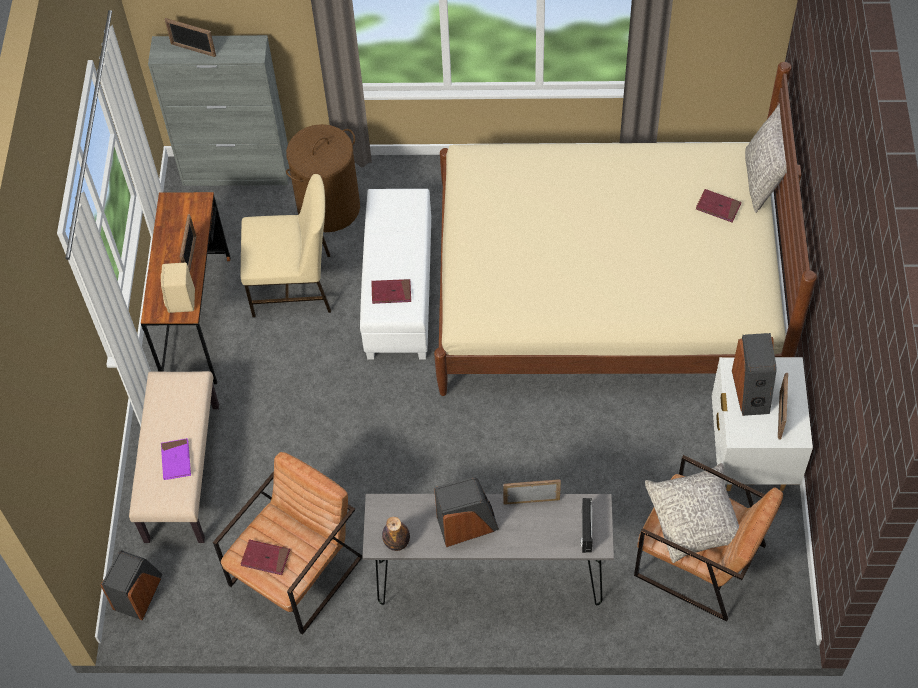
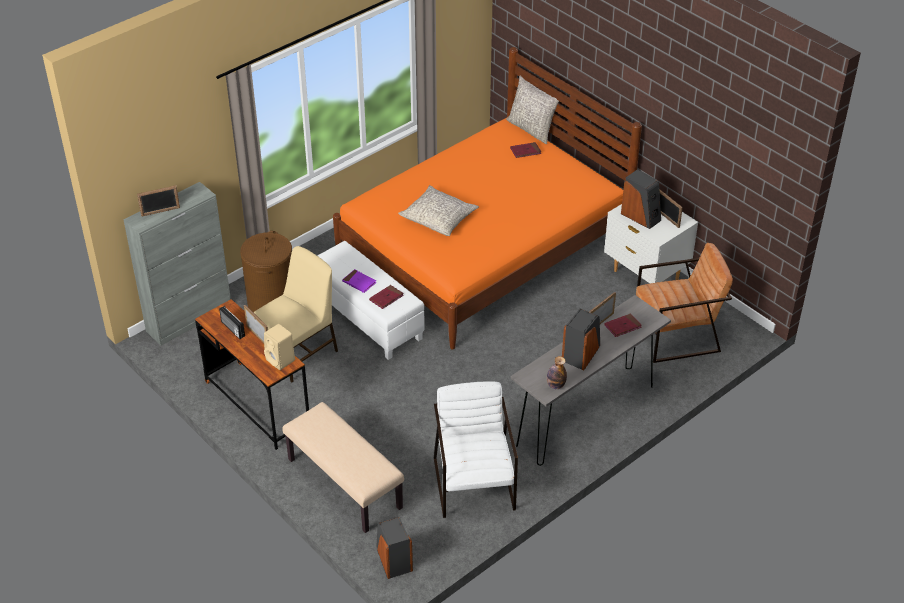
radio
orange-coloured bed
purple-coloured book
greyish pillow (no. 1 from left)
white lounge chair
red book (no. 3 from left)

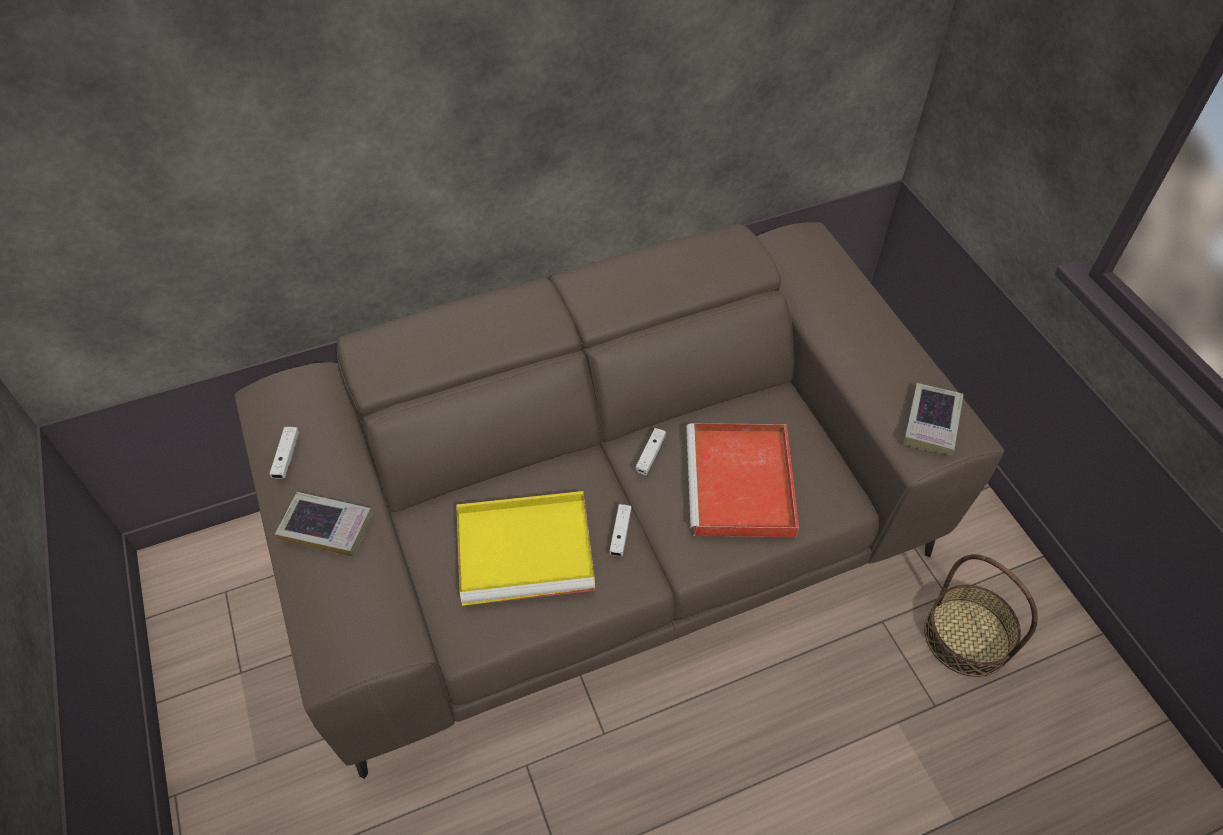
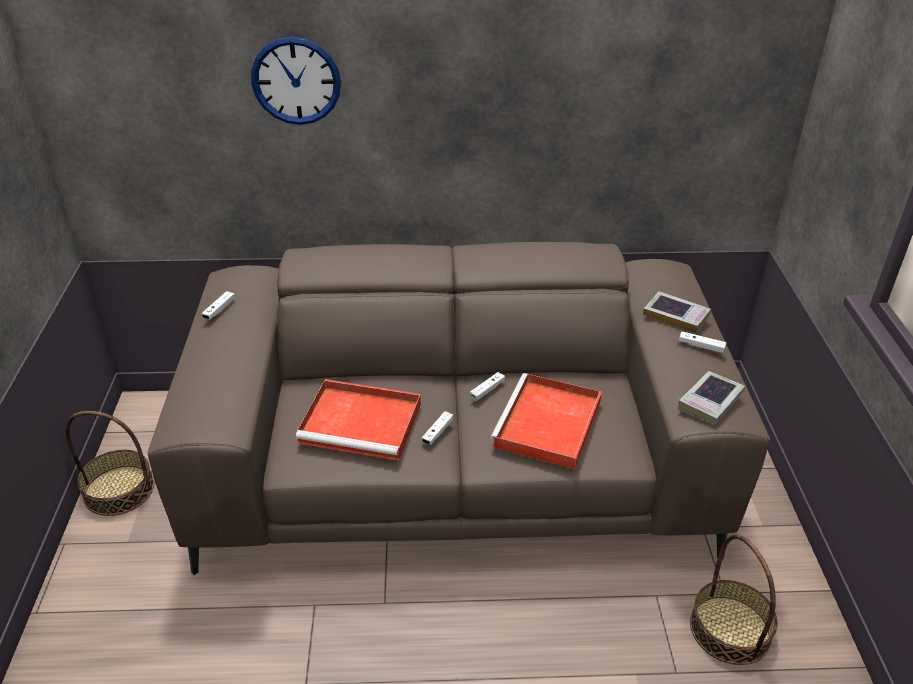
basket (no. 1 from left)
wall clock
red carrying tray (no. 1 from left)
book (no. 1 from left)
white game controller (no. 4 from left)

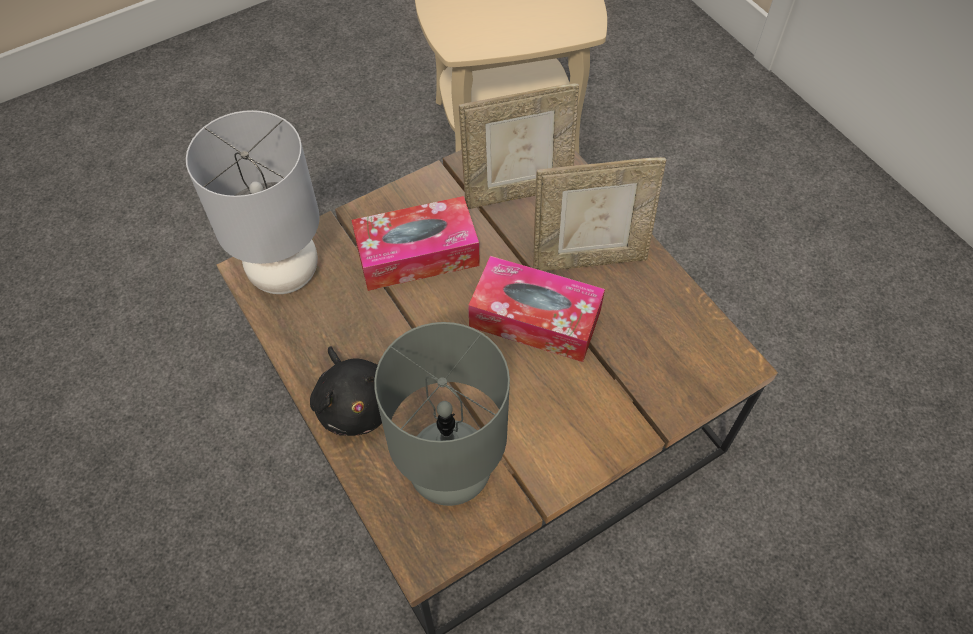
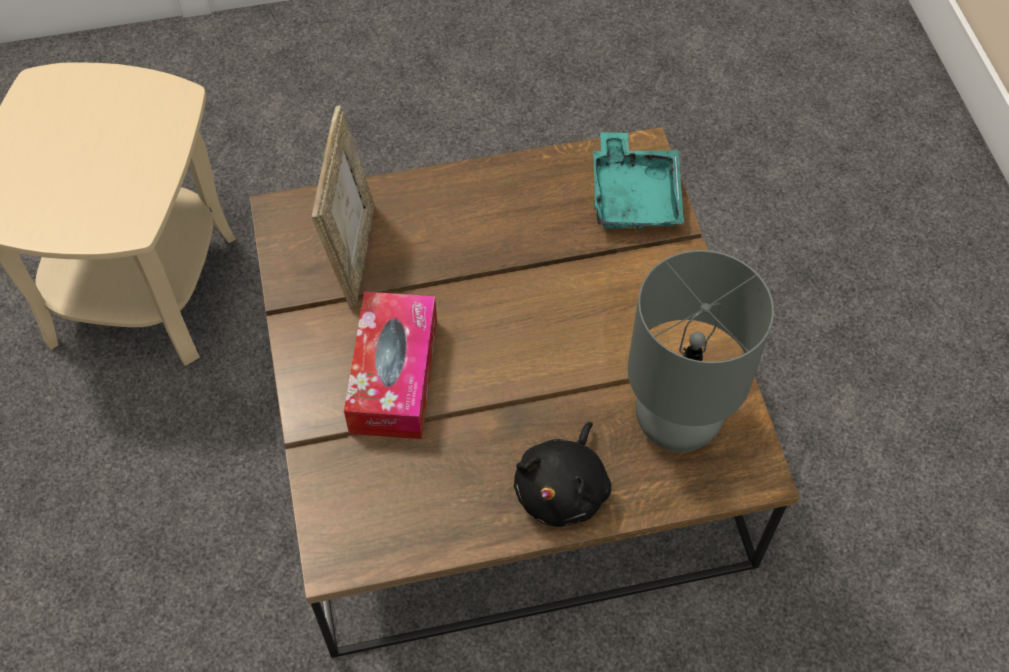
blackish plush toy
turquoise-coloured carrying tray
greyish lamp for a table (no. 1 from left in the first image)
tissue holder (no. 2 from left in the first image)
picture frame (no. 2 from left in the first image)

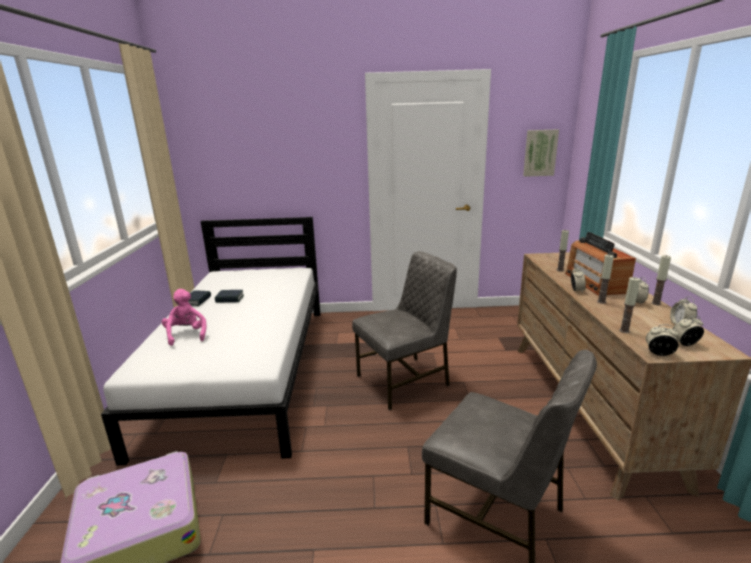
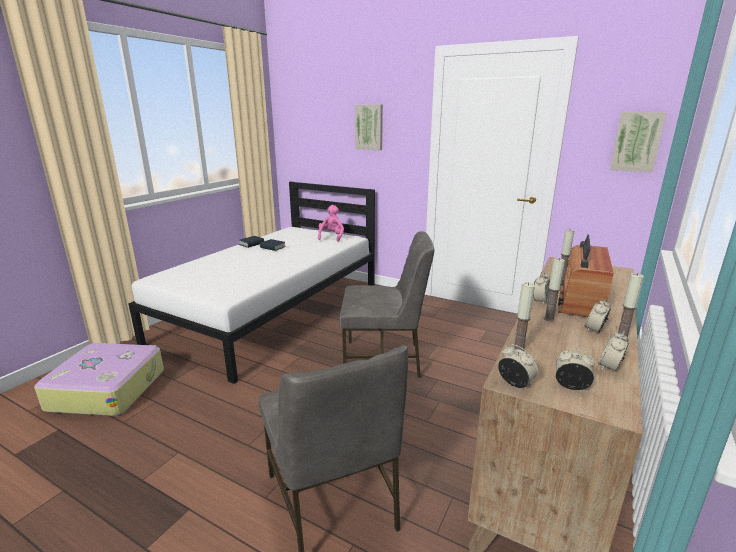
pink-coloured plush toy
picture (no. 1 from left)

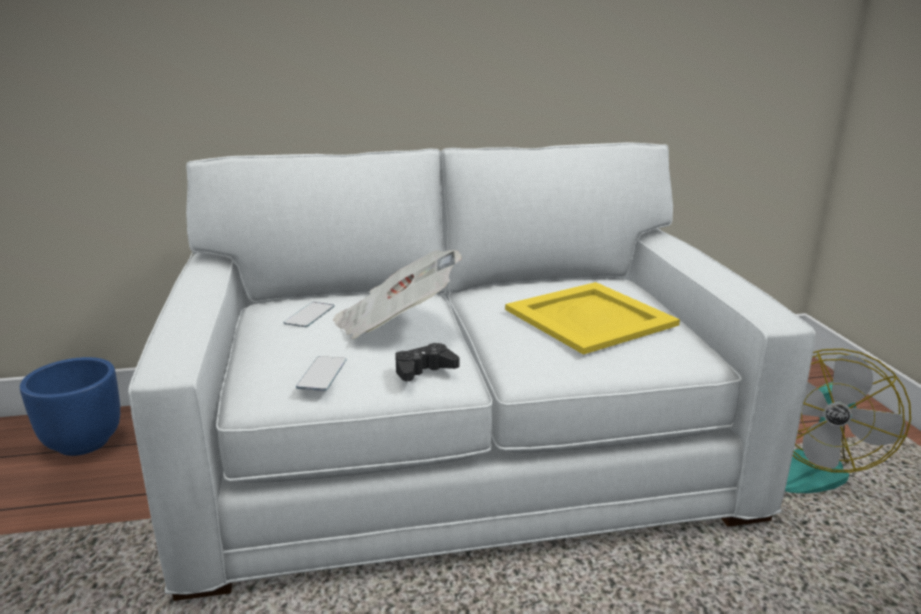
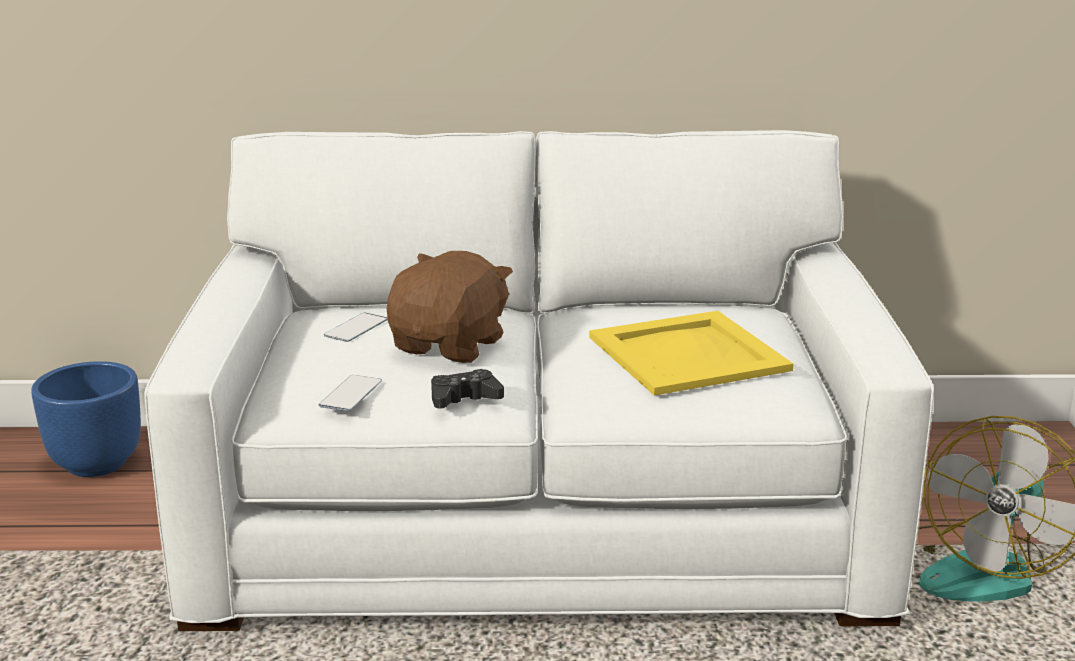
brown-coloured plush toy

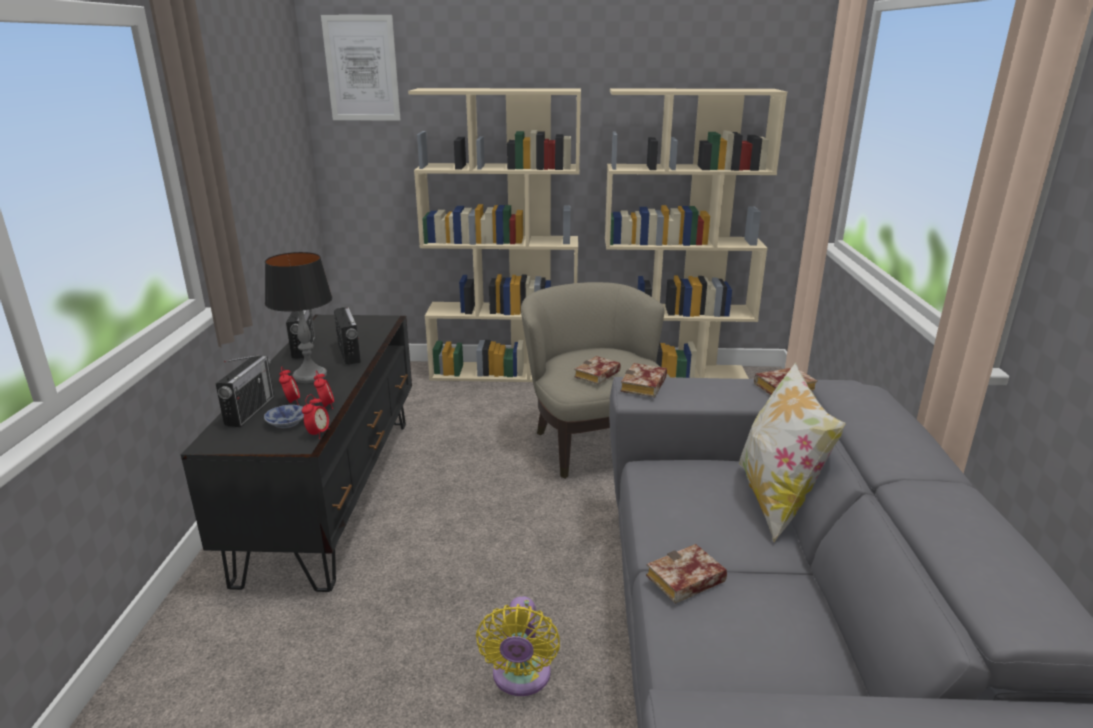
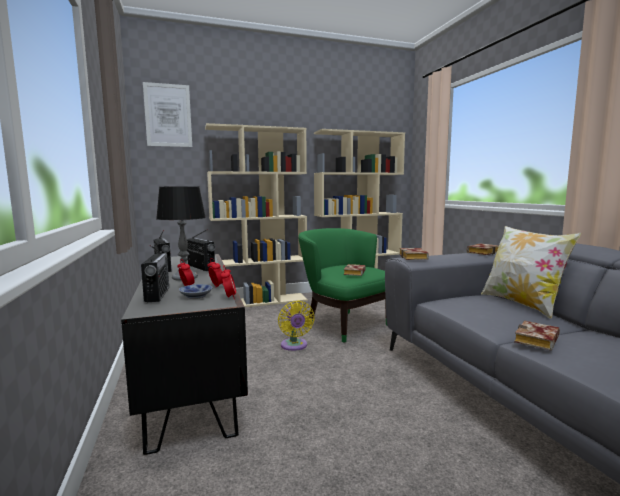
yellow electric fan
greenish lounge chair

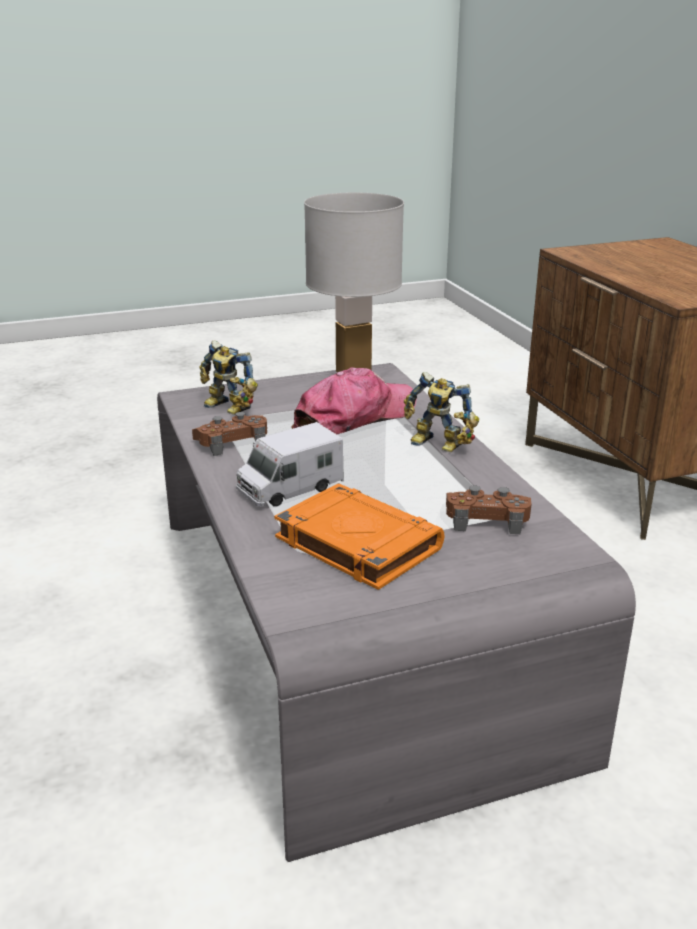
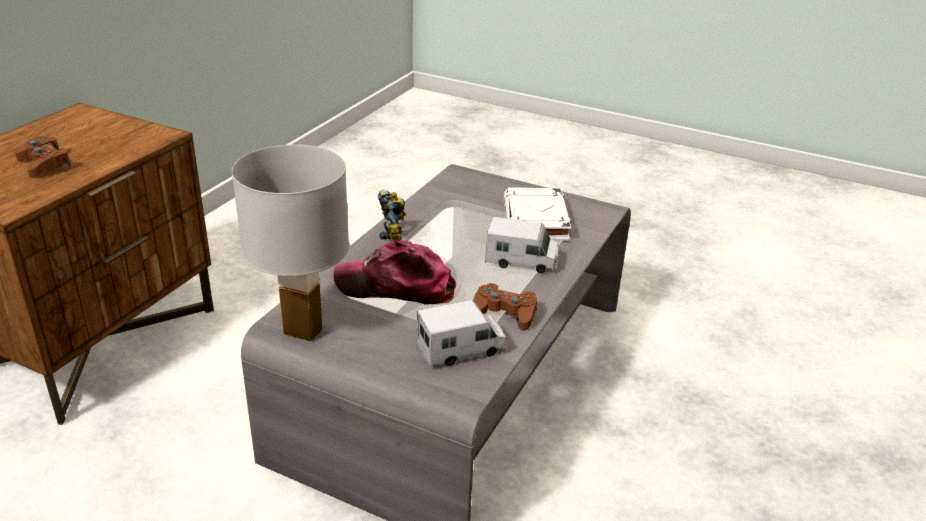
brown-coloured game controller (no. 1 from left)
toy truck (no. 1 from left)
white book

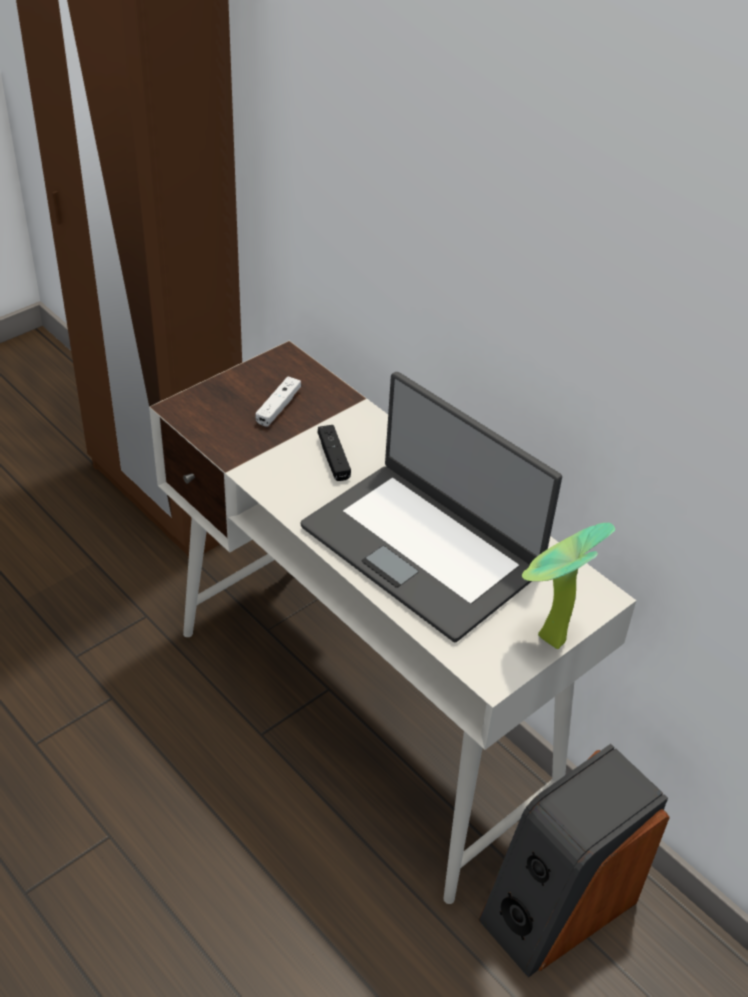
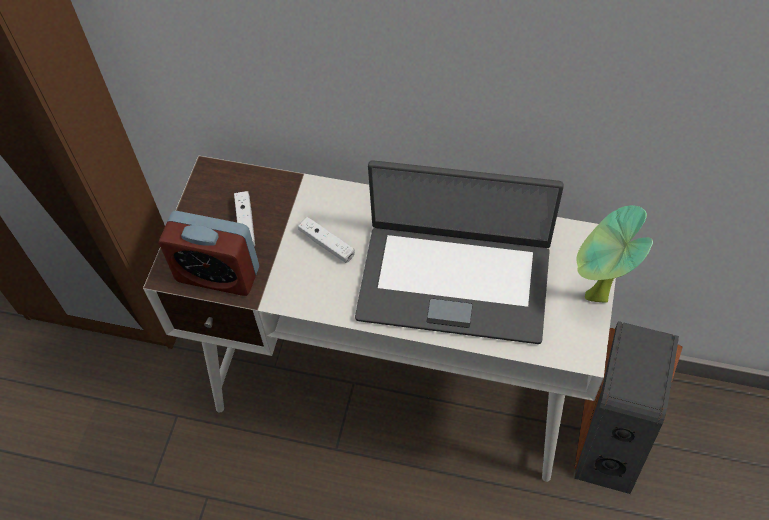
table clock
white game controller (no. 2 from left)

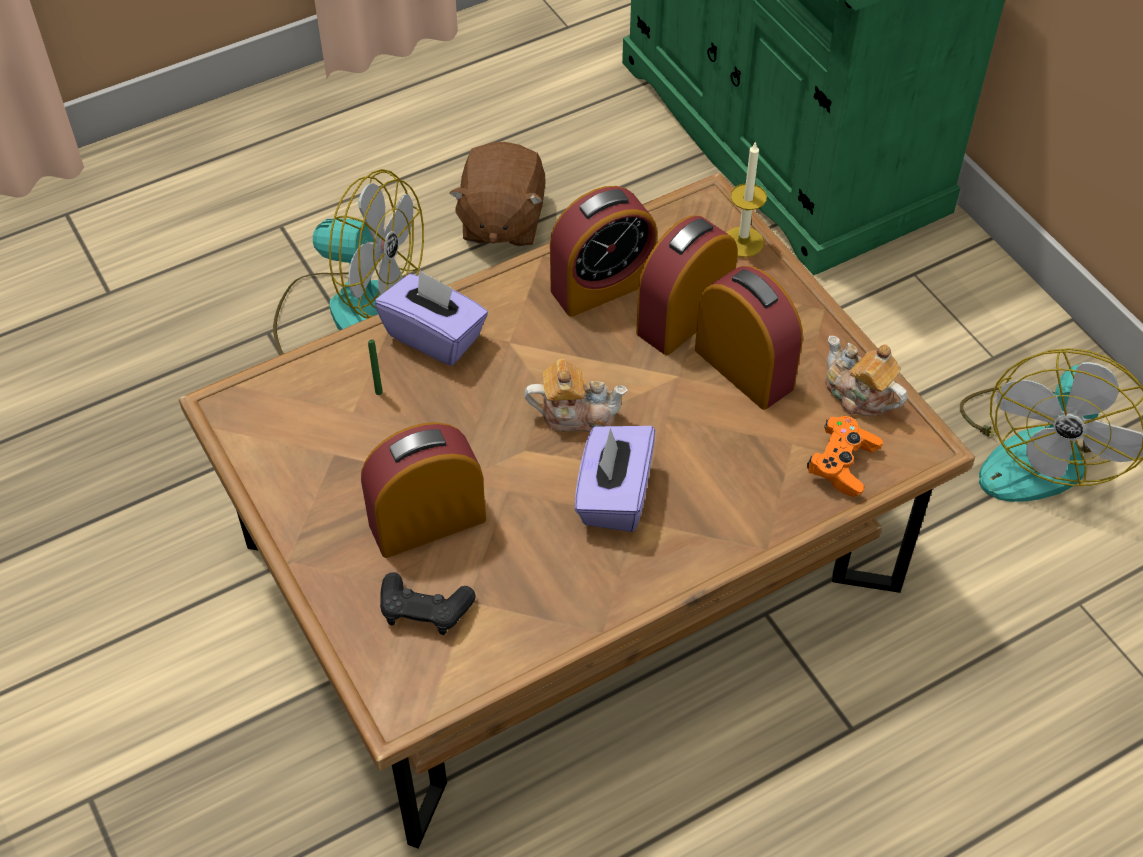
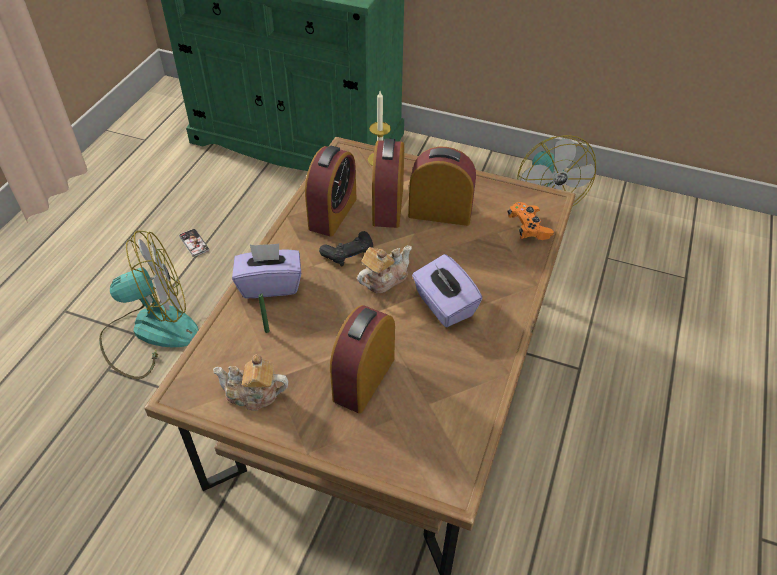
telephone
pot for tea (no. 1 from left)
blackish game controller

